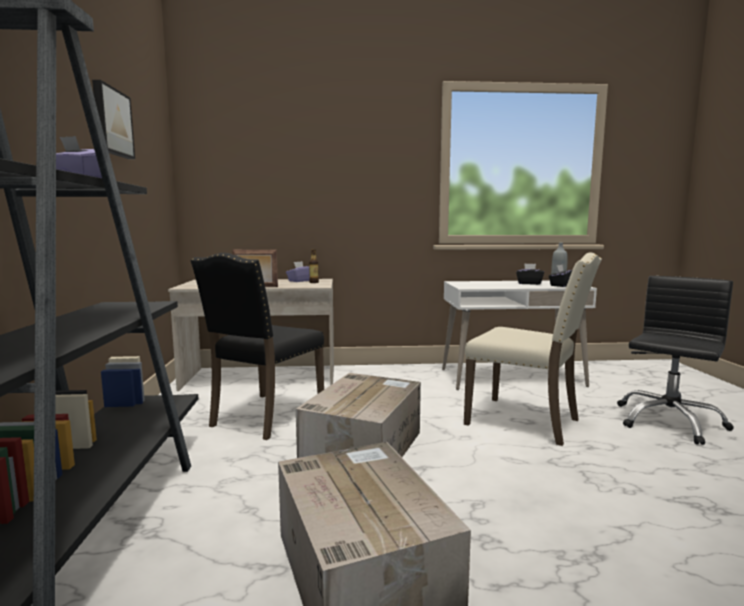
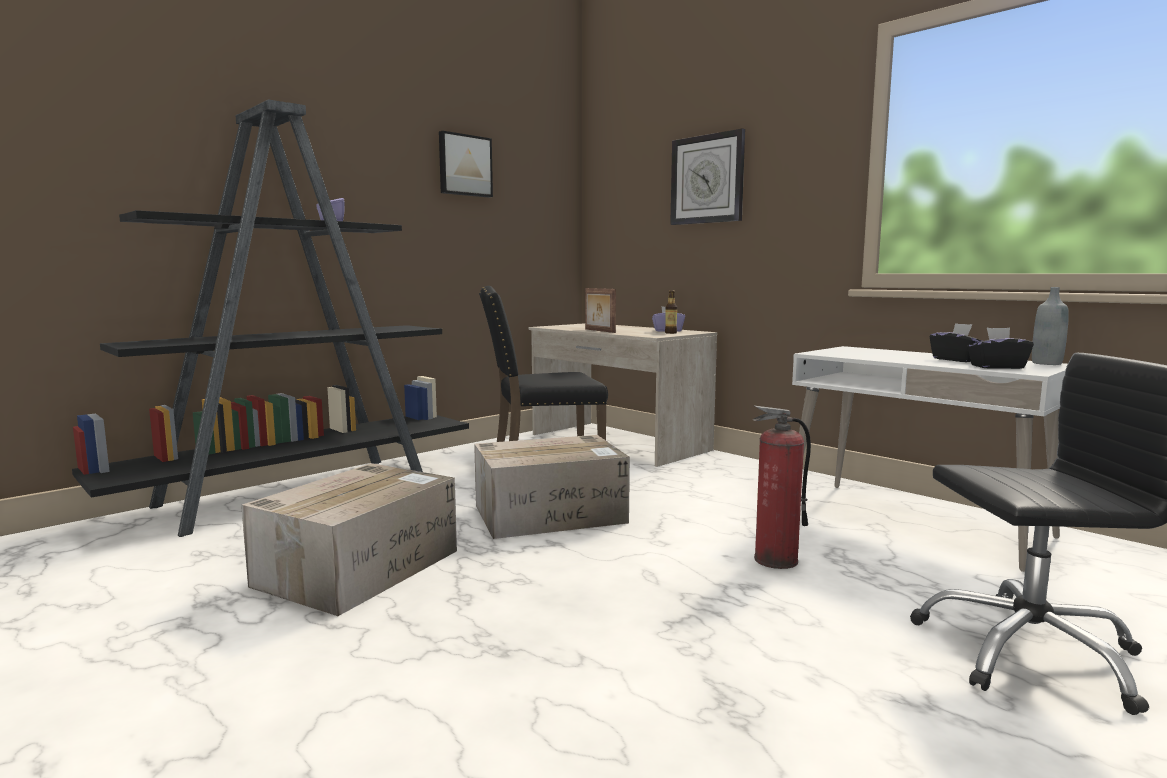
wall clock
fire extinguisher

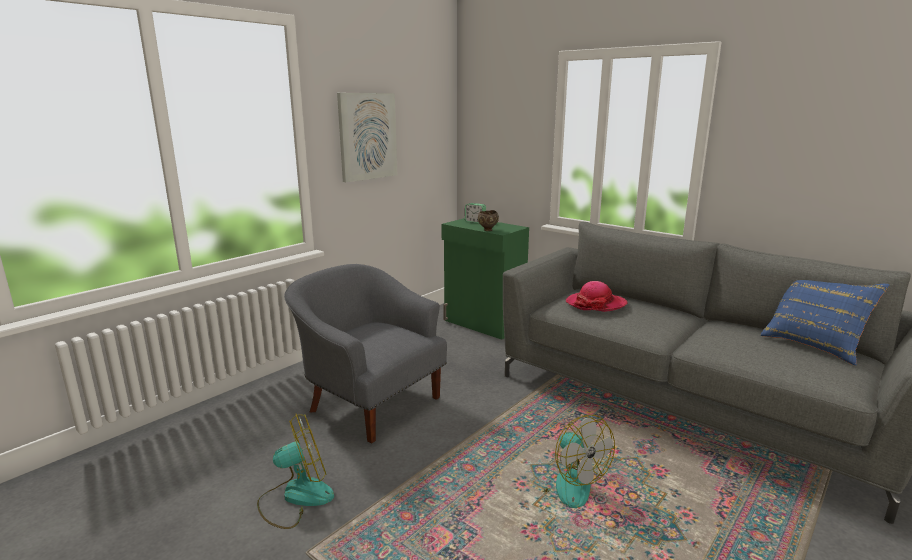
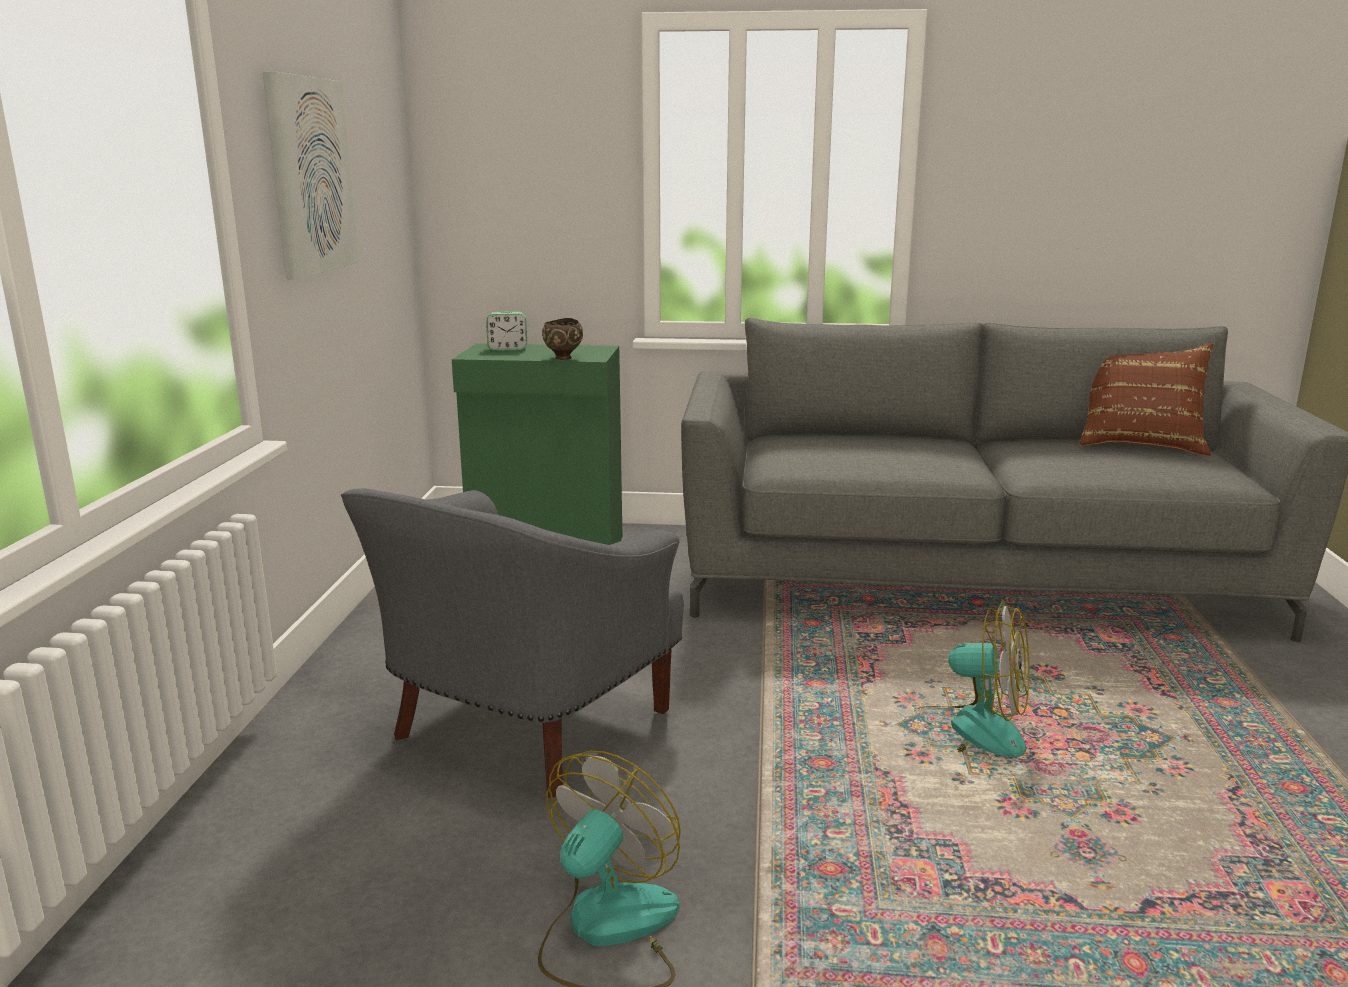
greyish lounge chair
brown-coloured pillow
clothing hat

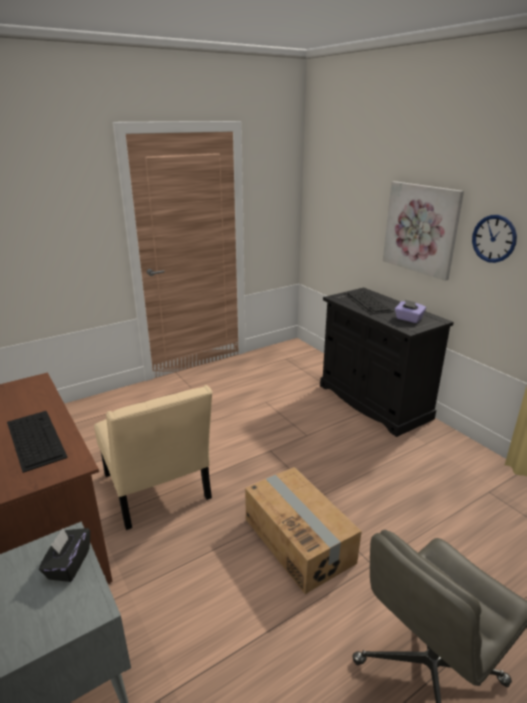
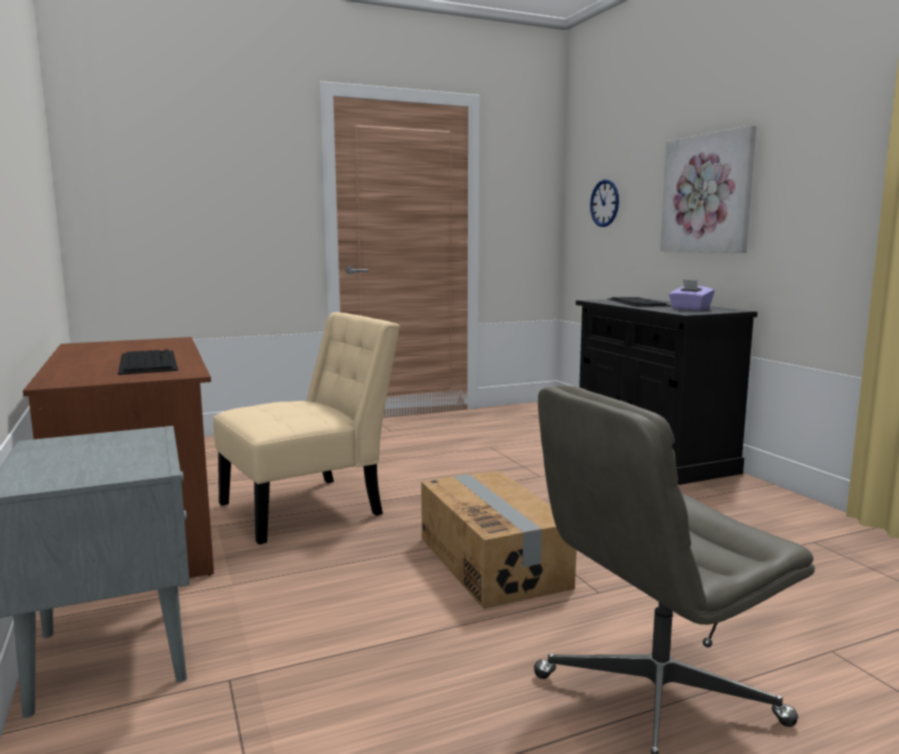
sand-coloured chair
wall clock
blackish tissue holder

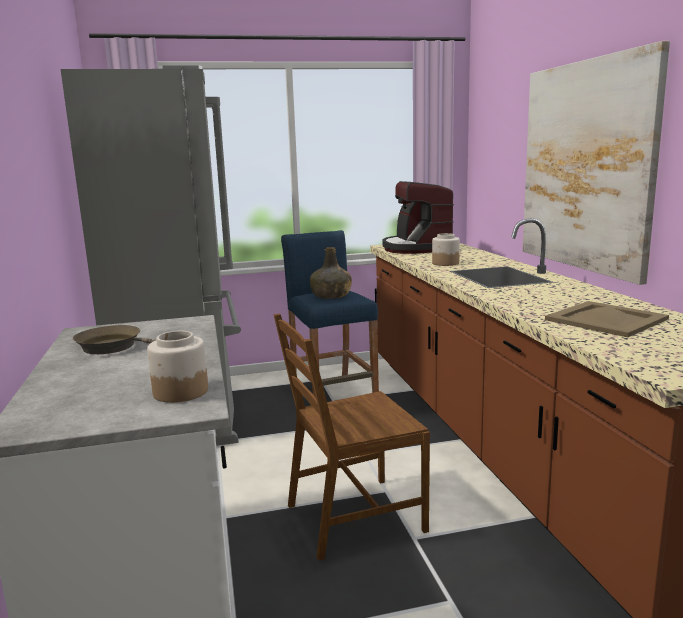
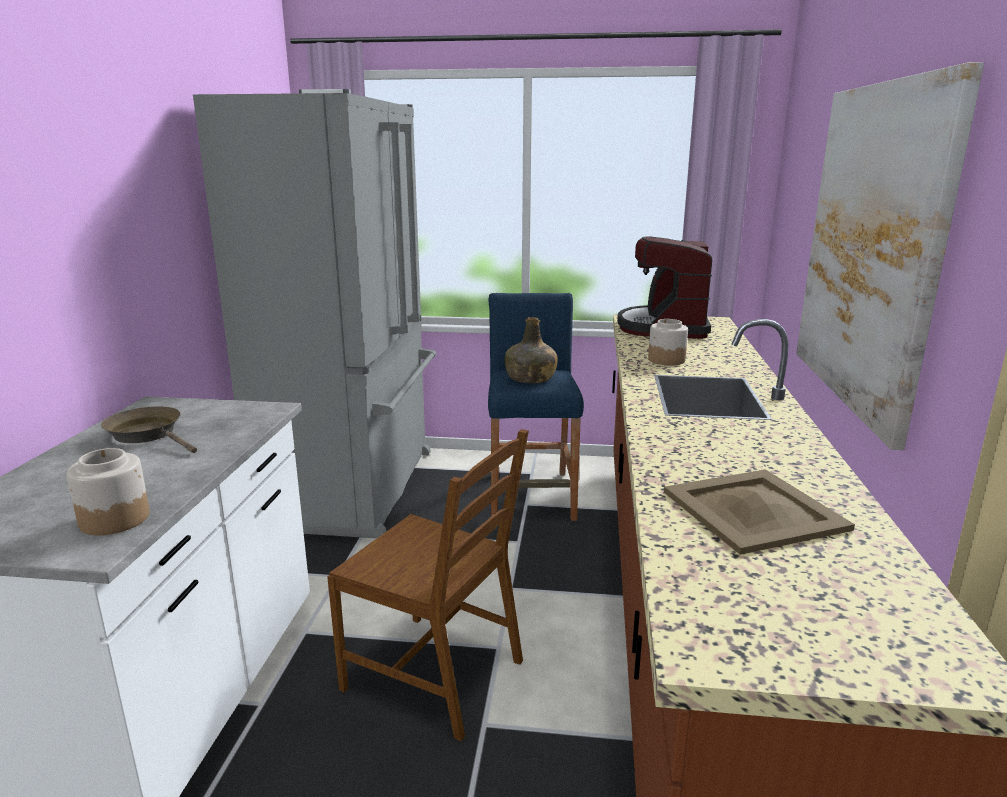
brown-coloured chair

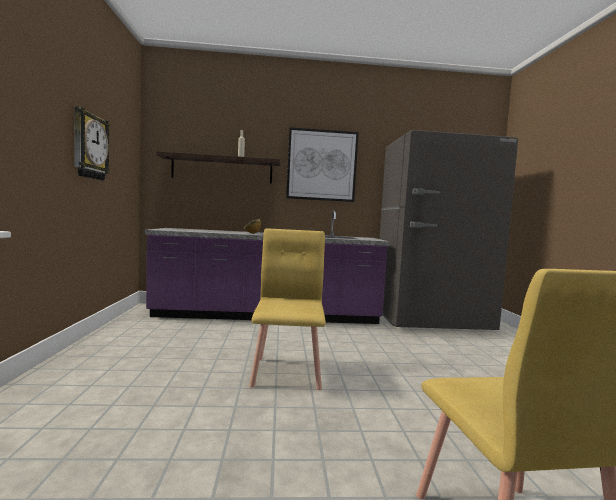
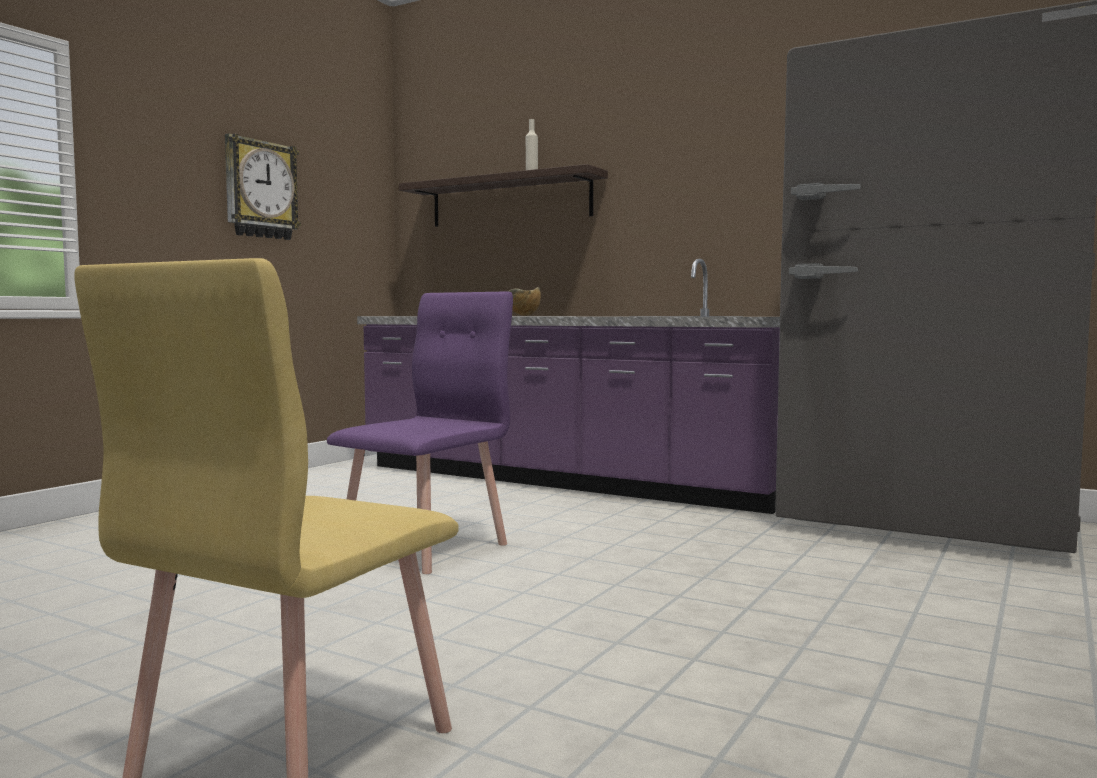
purple-coloured chair
picture

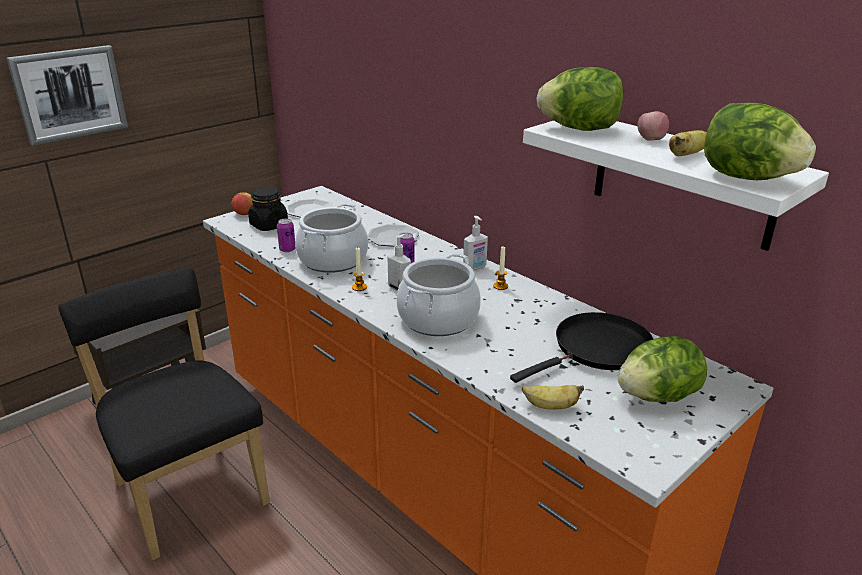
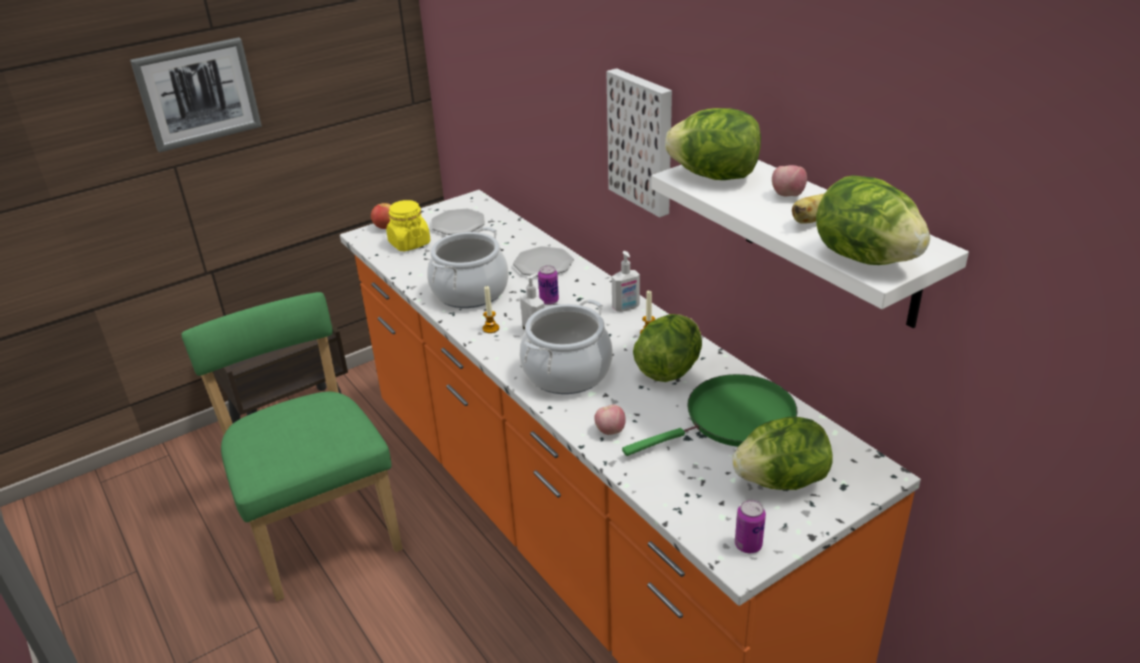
greenish chair
yellow preserve jar
whole apple (no. 2 from left)
picture (no. 2 from left)
greenish skillet
head of lettuce (no. 1 from left)
metal can (no. 2 from left)
whole banana (no. 1 from left in the first image)

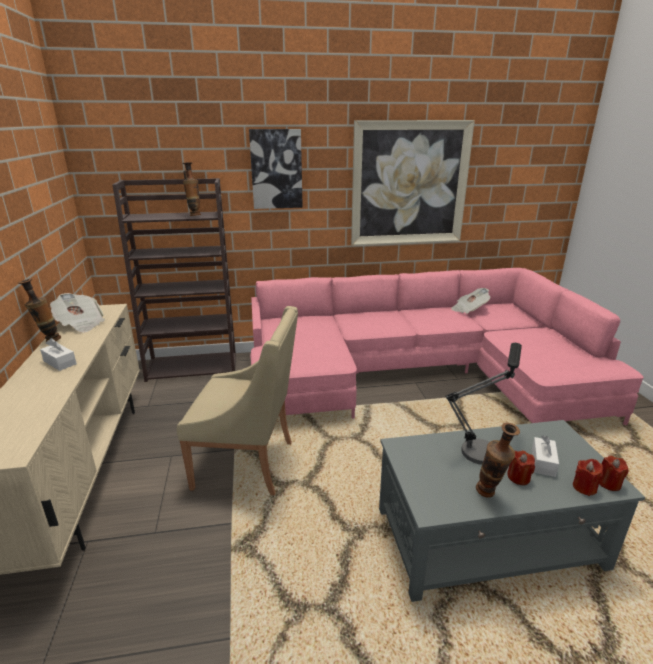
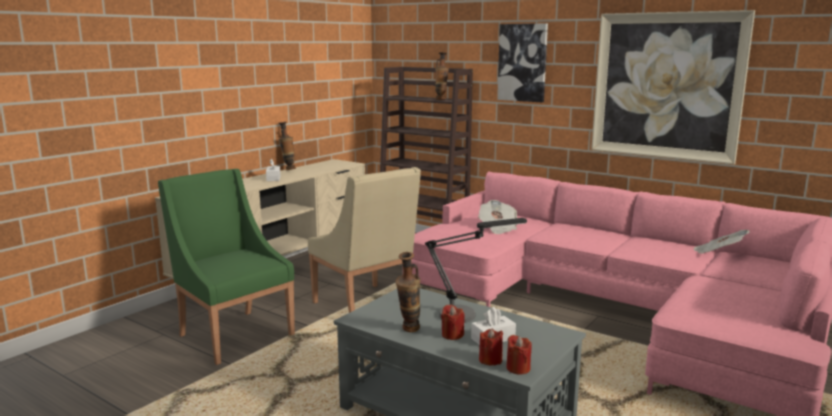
greenish lounge chair
newspaper (no. 1 from left)

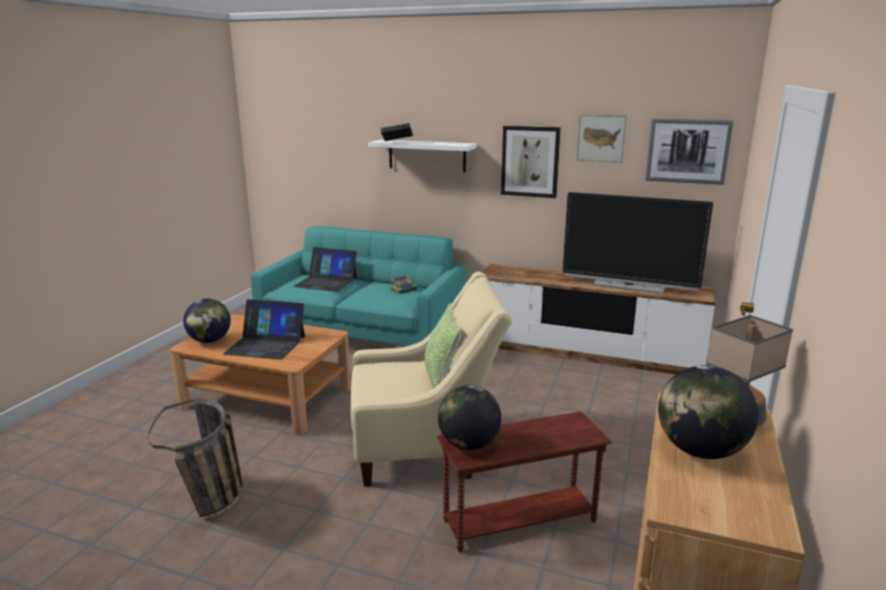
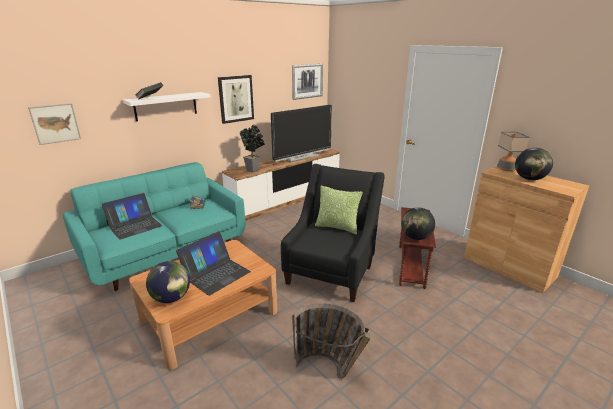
picture (no. 1 from left)
potted plant
blackish lounge chair

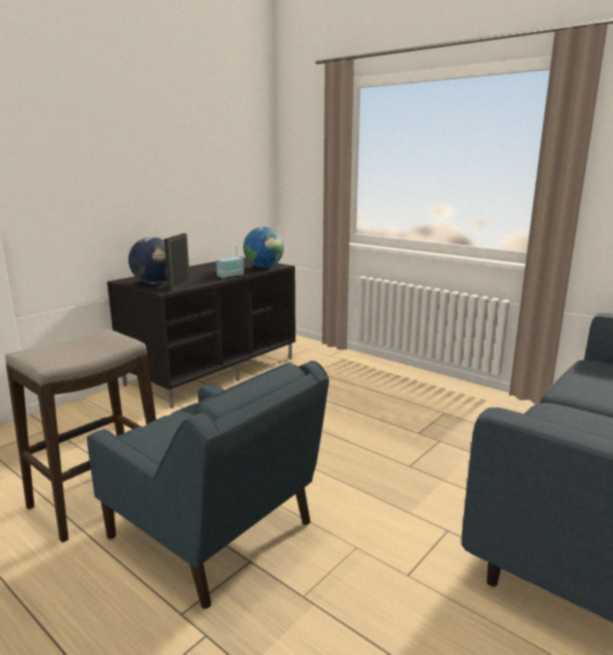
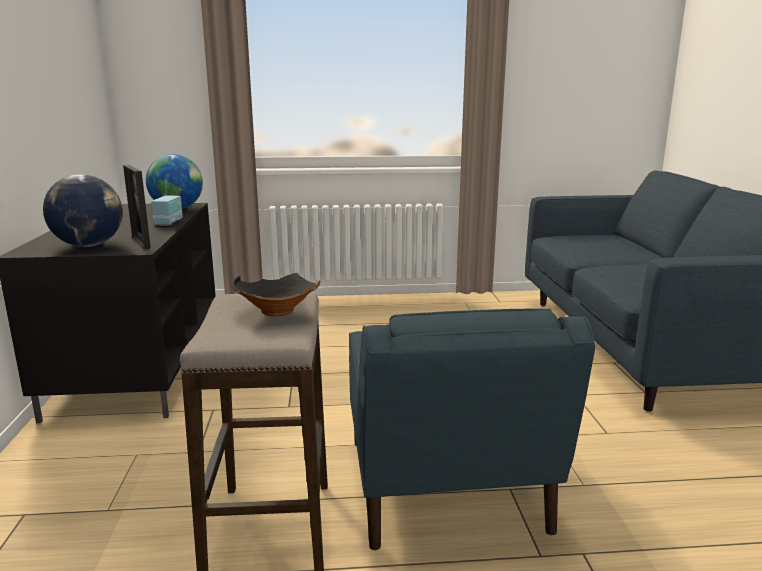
blackish bowl
bluish lounge chair

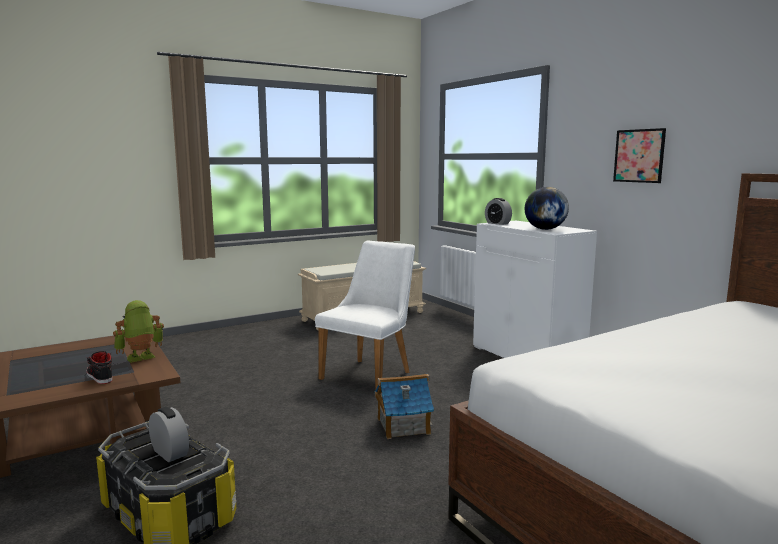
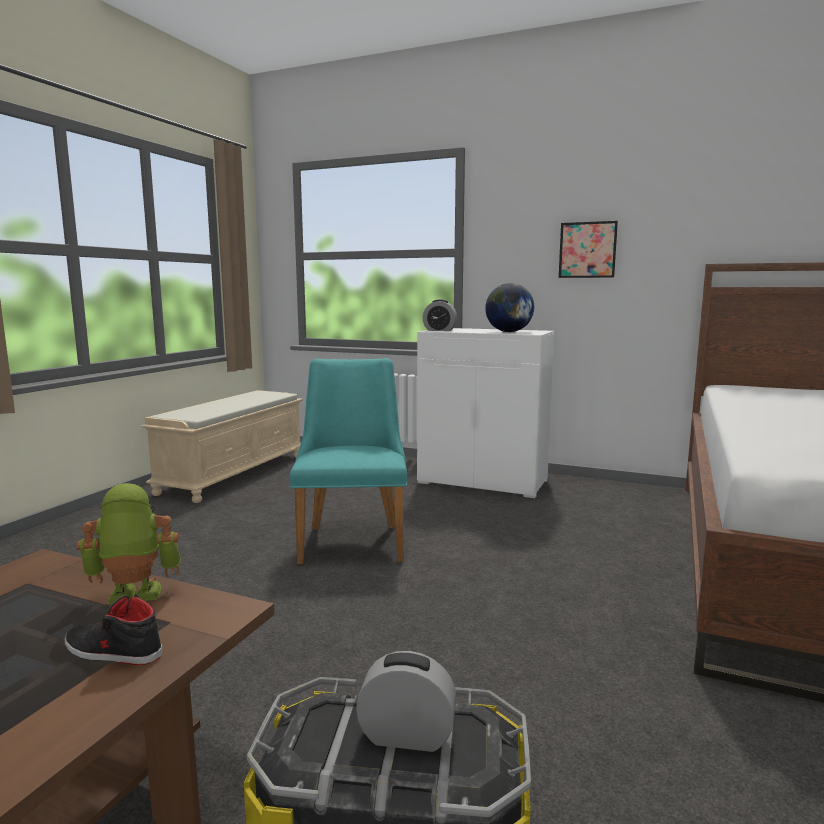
model robot
turquoise-coloured chair
miniature house

